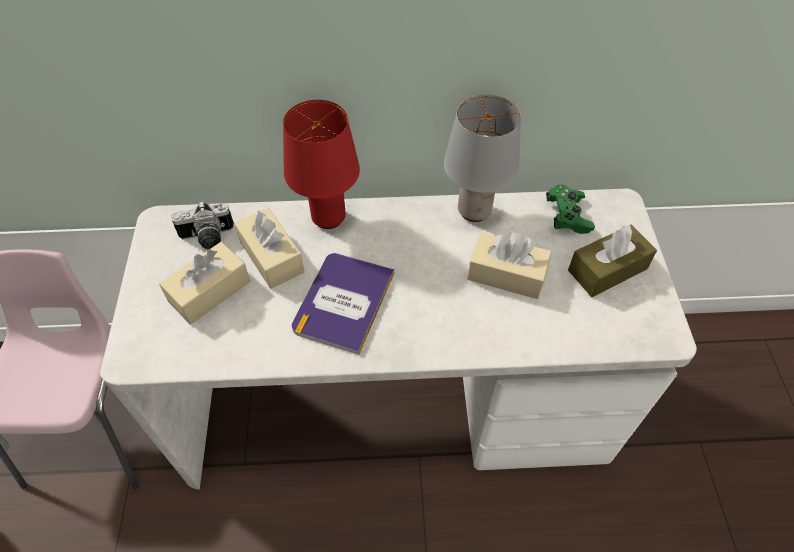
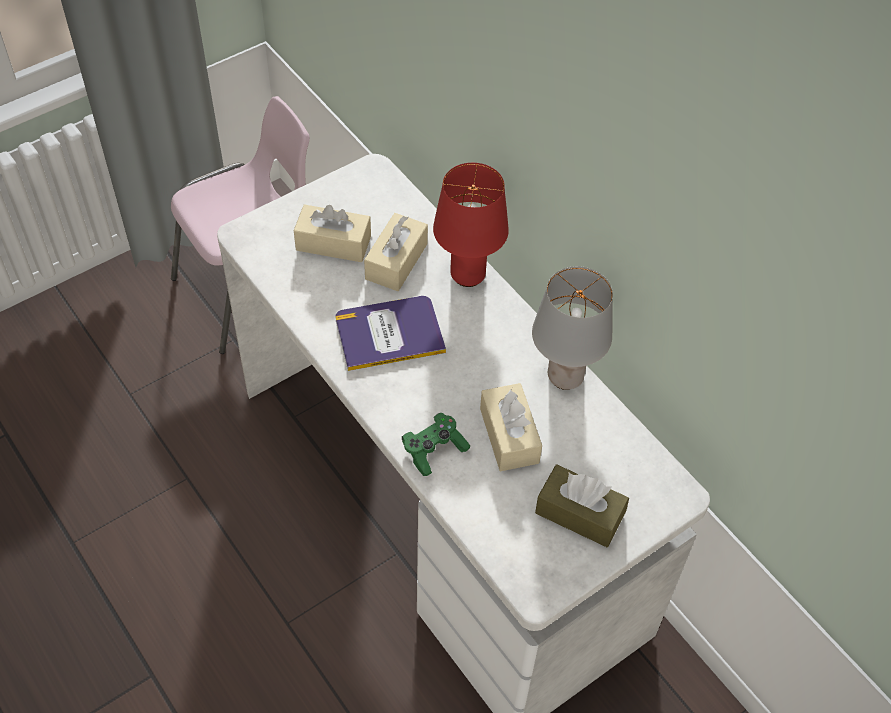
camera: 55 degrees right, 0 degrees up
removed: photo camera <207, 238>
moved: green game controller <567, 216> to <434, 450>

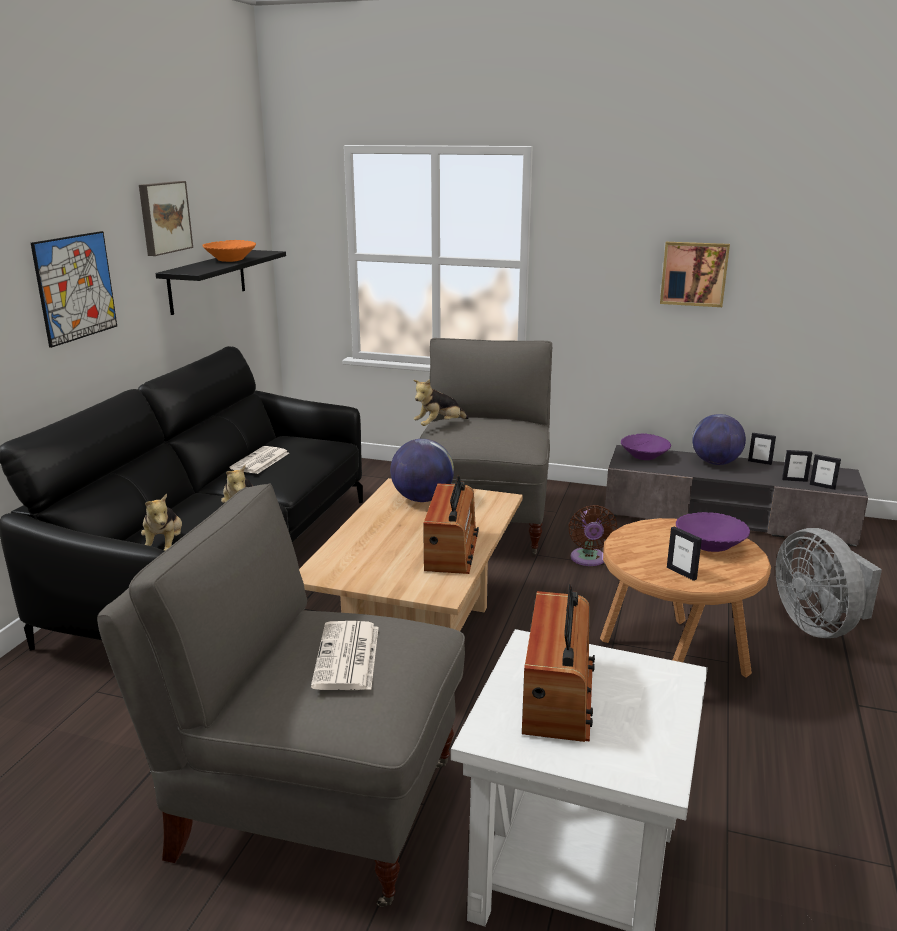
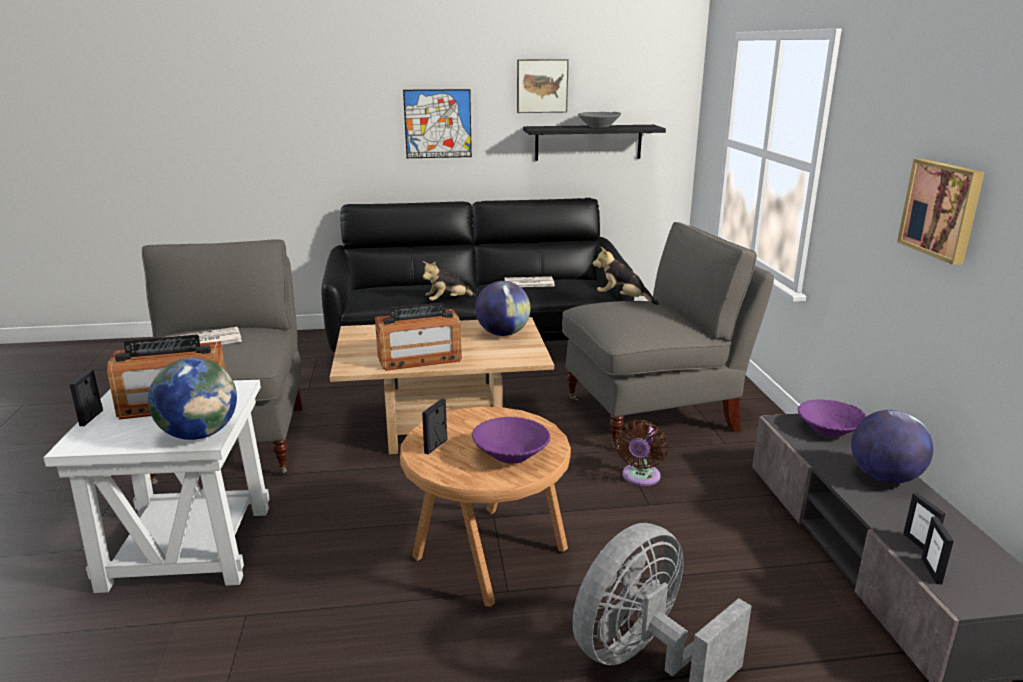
camera: 65 degrees right, 0 degrees up
removed: plush toy <164, 547>
added: globe <199, 434>
moved: picture frame <759, 462> to <91, 418>
recoloured: orange bowl <231, 260> to grey bowl <599, 127>
turned: brown fan <588, 559> = <640, 478> 45 degrees counterclockwise

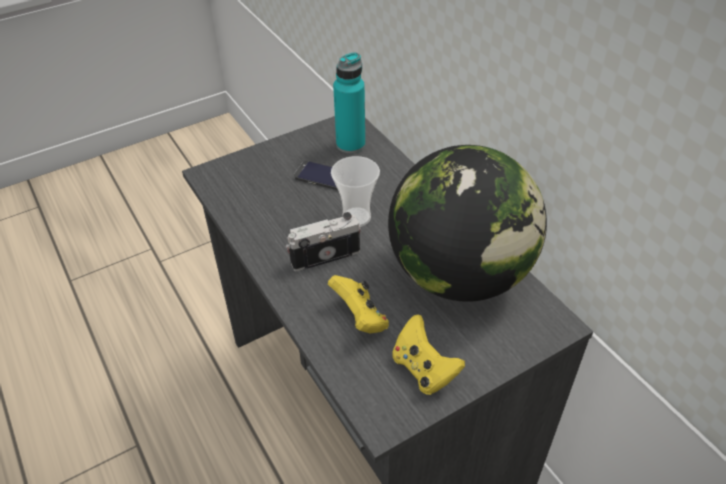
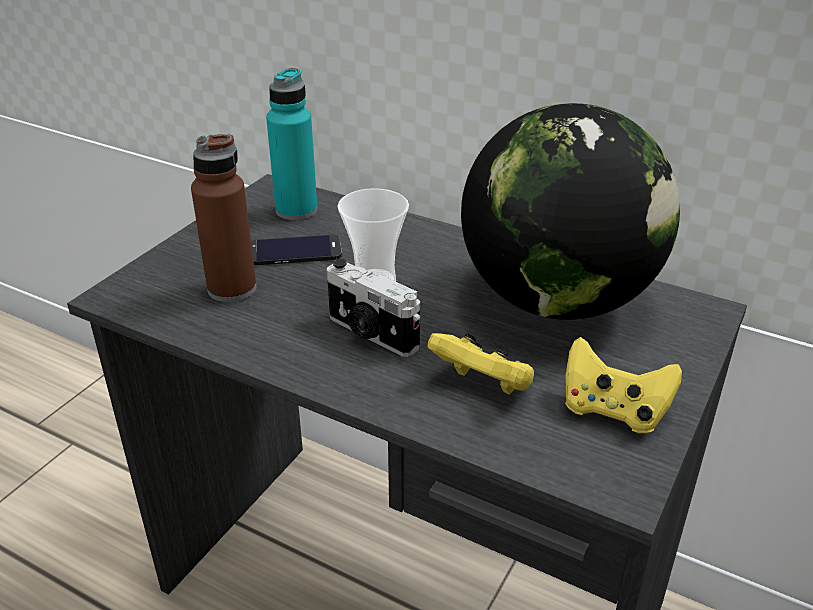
camera: 30 degrees left, 10 degrees down
added: brown bottle <232, 289>
turned: photo camera <324, 255> = <371, 334> 90 degrees counterclockwise

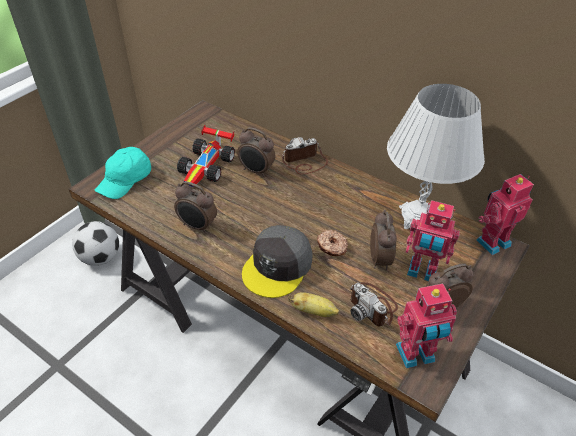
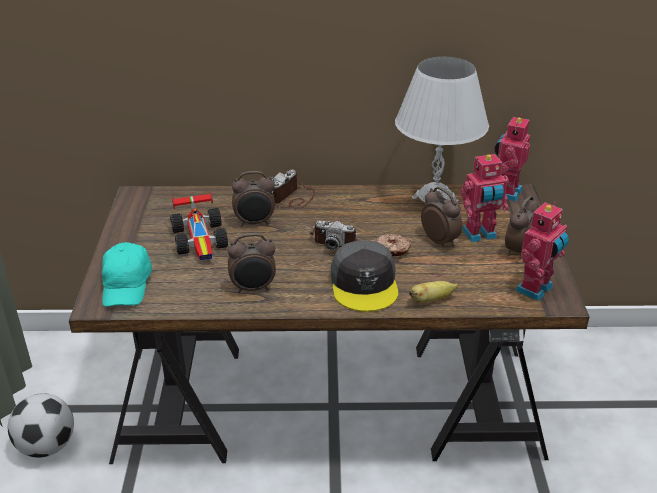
camera: 35 degrees left, 10 degrees down
moved: photo camera <372, 306> to <336, 240>

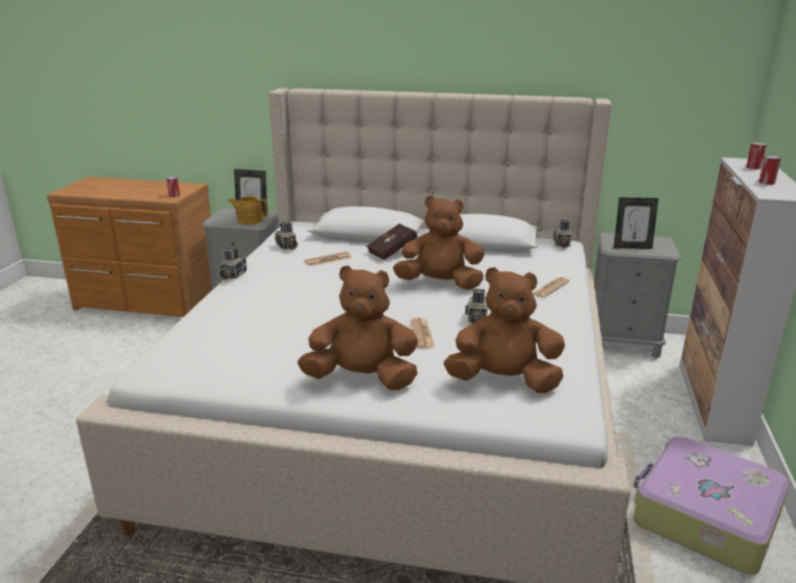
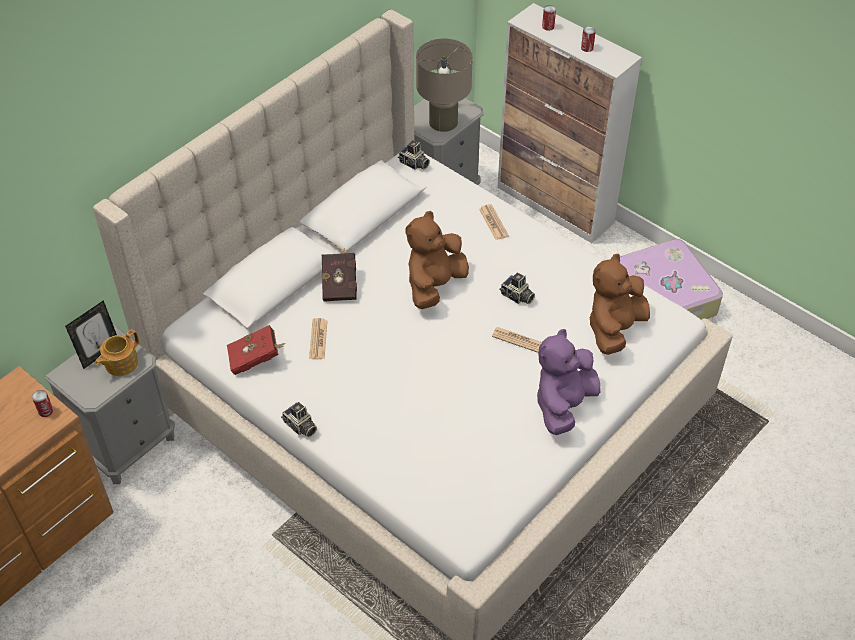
camera: 60 degrees left, 25 degrees up
replaced: photo camera <287, 247> to red book <256, 359>; picture frame <632, 247> to beige table lamp <443, 122>
recoloured: brown plush toy <362, 379> to purple plush toy <563, 405>

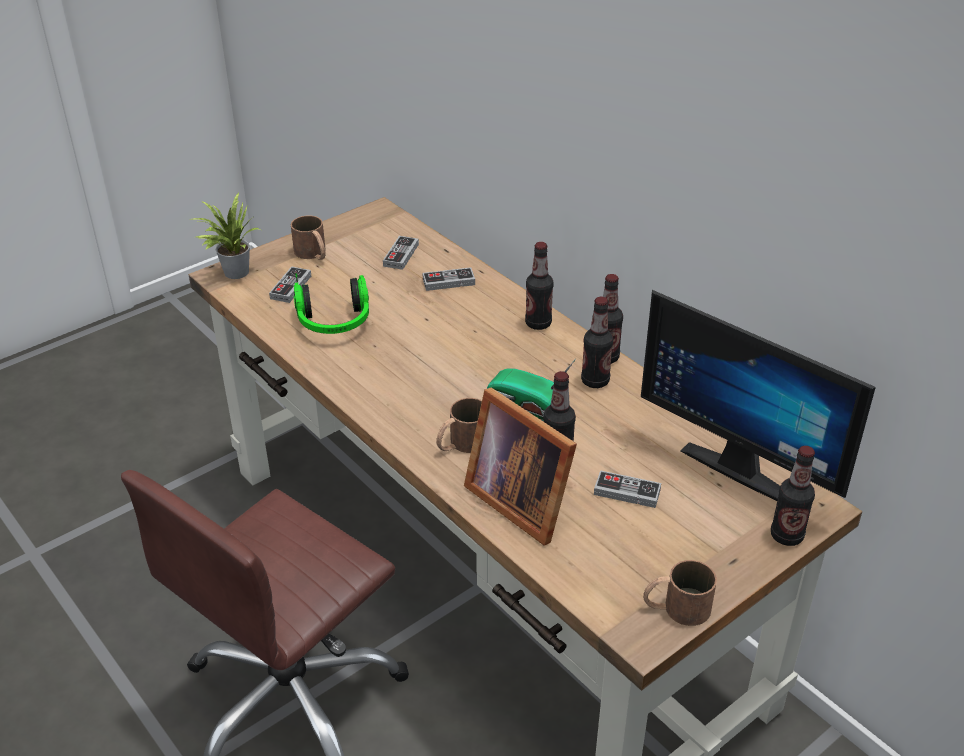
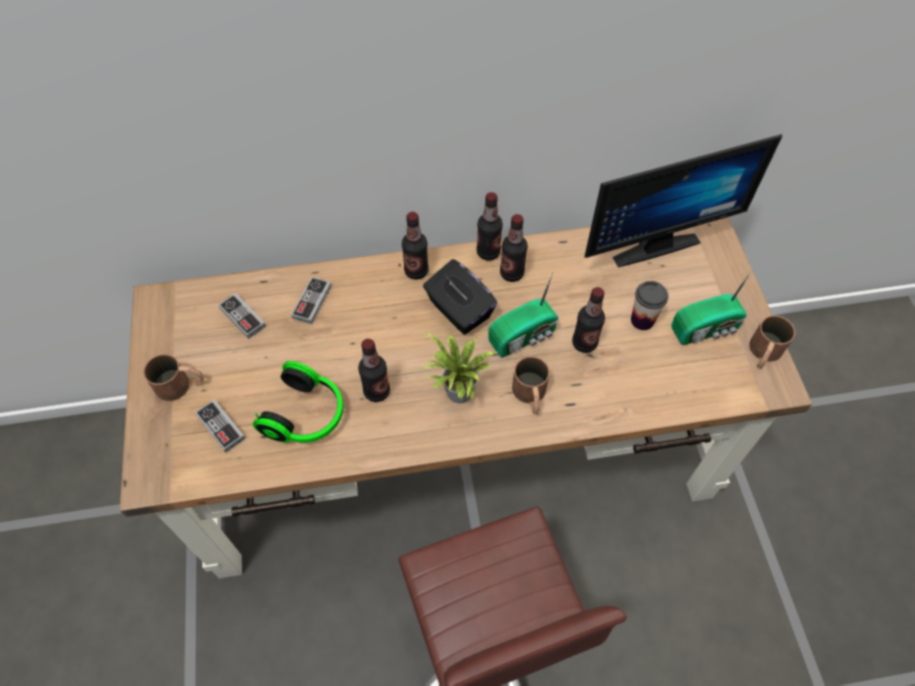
camera: 60 degrees left, 20 degrees up
removed: picture frame <520, 499>
added: black tissue box <459, 310>; radio <707, 329>
moved: bottle <786, 536> to <377, 391>; potted plant <233, 272> to <458, 394>
replaced: game controller <627, 492> to cup <642, 320>

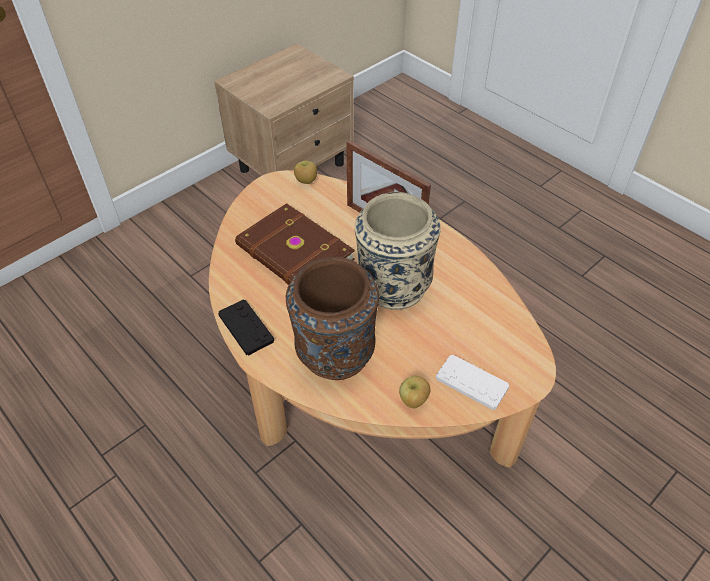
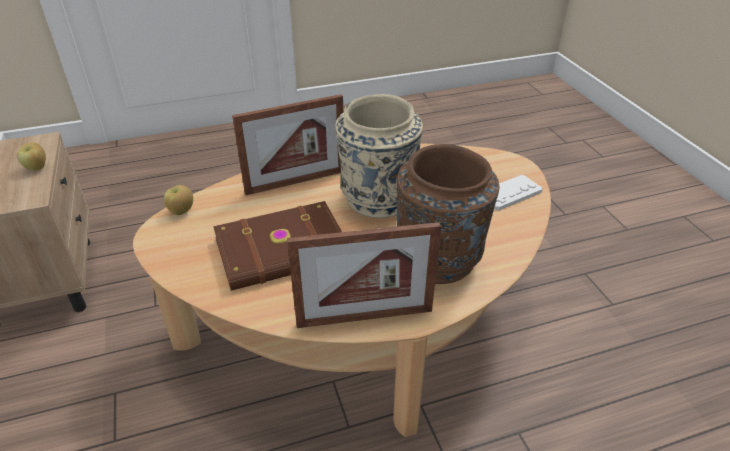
camera: 65 degrees left, 10 degrees down
moved: apple <413, 401> to <37, 168>
replaced: black game controller <246, 328> to picture frame <364, 317>

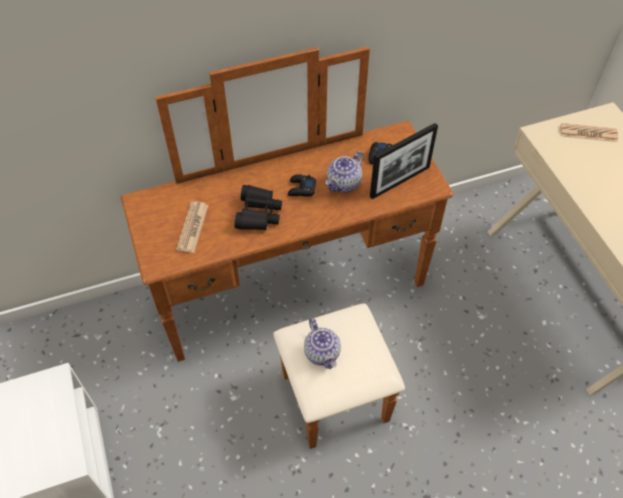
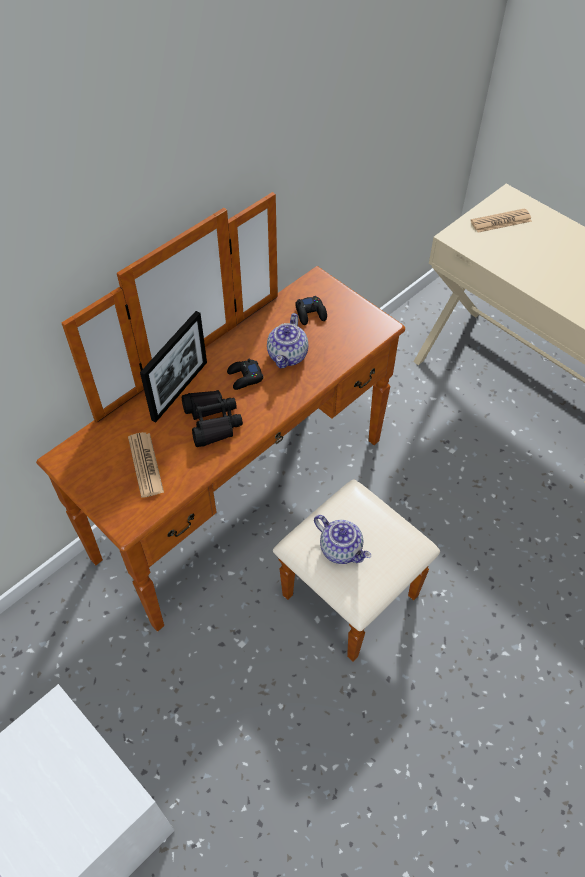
camera: 25 degrees left, 0 degrees up
moved: picture frame <400, 182> to <180, 390>

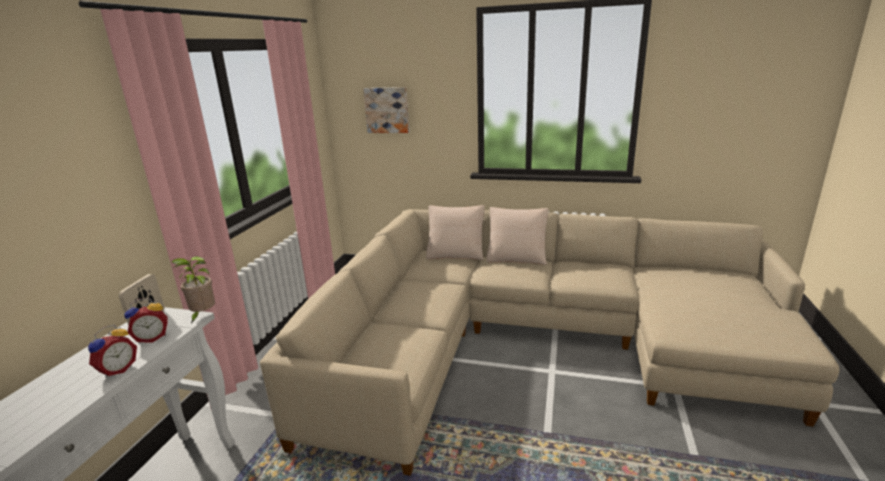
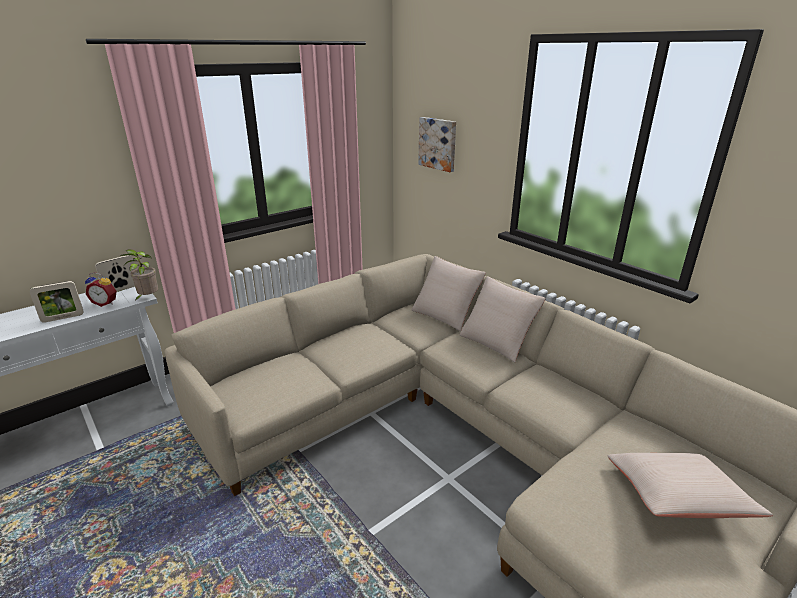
camera: 35 degrees right, 5 degrees up
added: beige pillow <676, 498>
replaced: alarm clock <117, 370> to picture frame <63, 318>

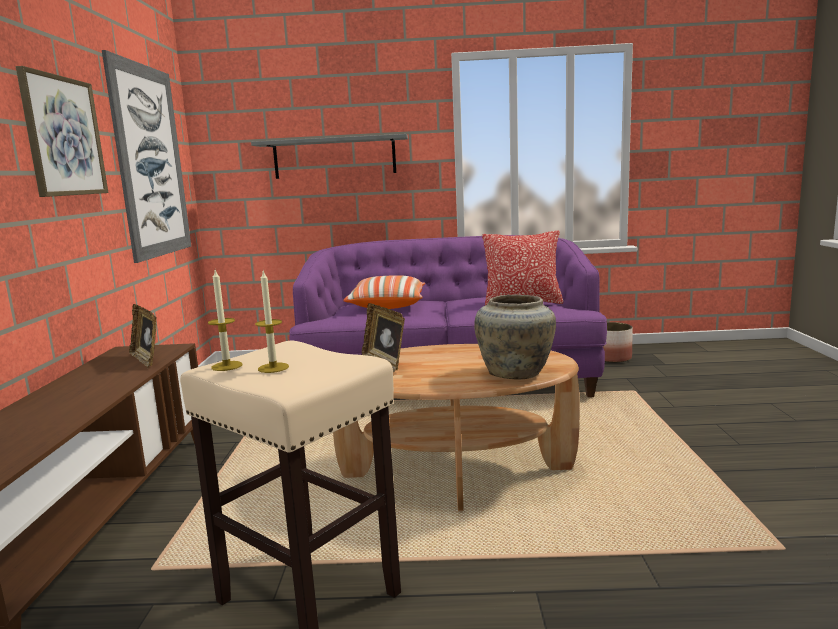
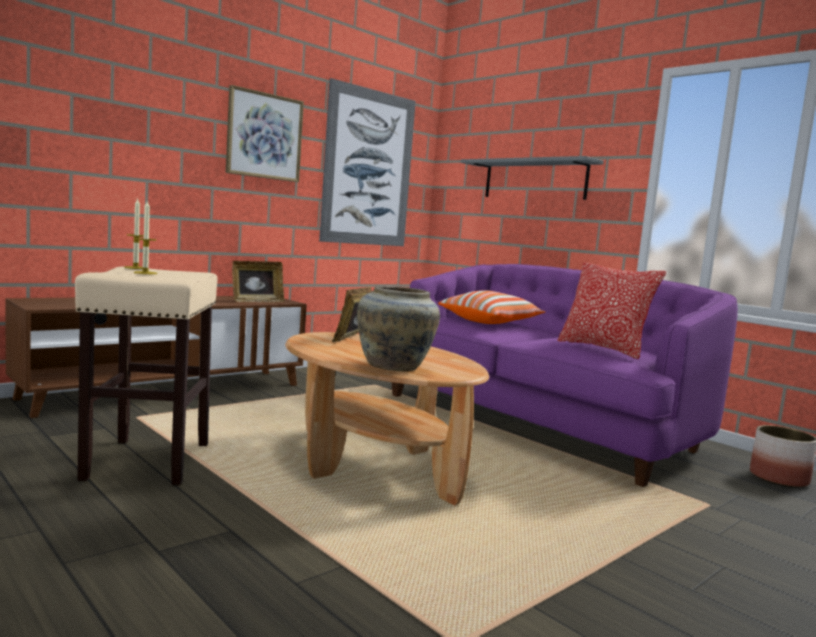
camera: 45 degrees right, 5 degrees down
turned: picture frame <146, 360> = <257, 301> 135 degrees counterclockwise

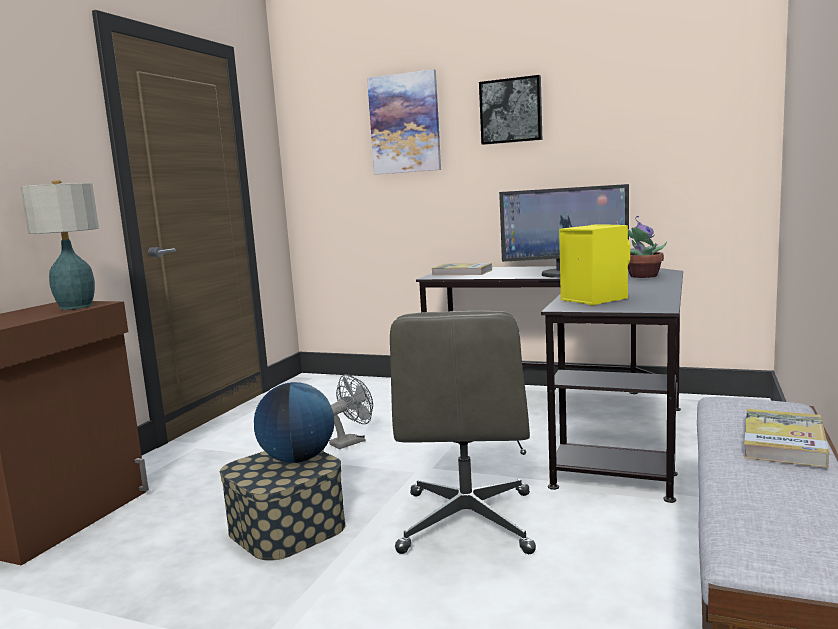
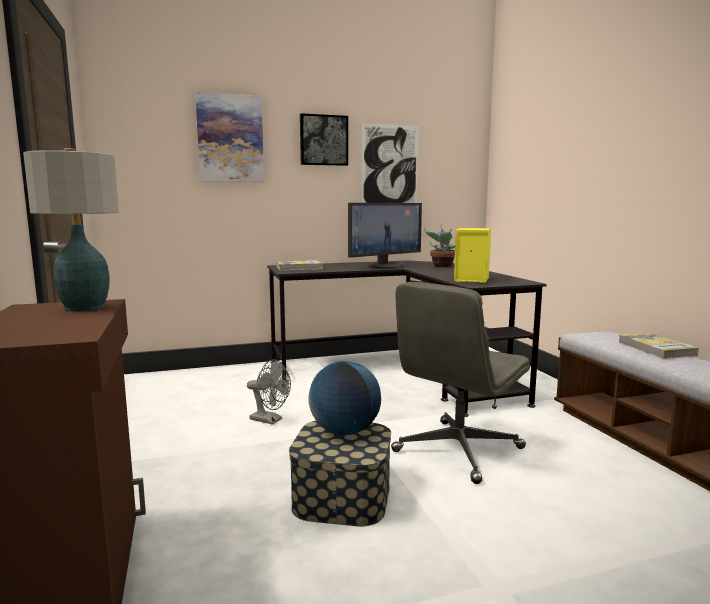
camera: 40 degrees left, 0 degrees up
added: picture <390, 166>
turned: grey fan <352, 441> = <270, 420> 105 degrees clockwise; grey office chair <467, 523> = <457, 450> 75 degrees clockwise

